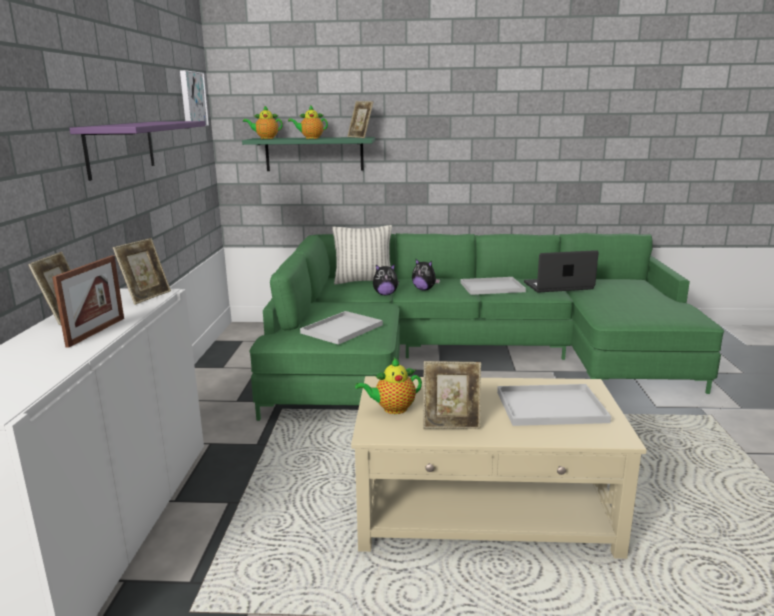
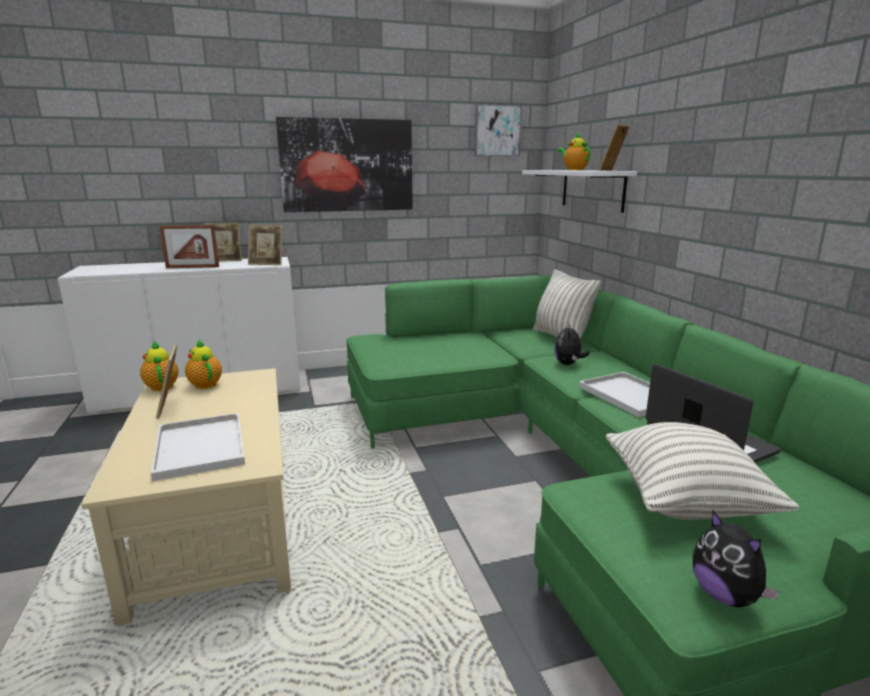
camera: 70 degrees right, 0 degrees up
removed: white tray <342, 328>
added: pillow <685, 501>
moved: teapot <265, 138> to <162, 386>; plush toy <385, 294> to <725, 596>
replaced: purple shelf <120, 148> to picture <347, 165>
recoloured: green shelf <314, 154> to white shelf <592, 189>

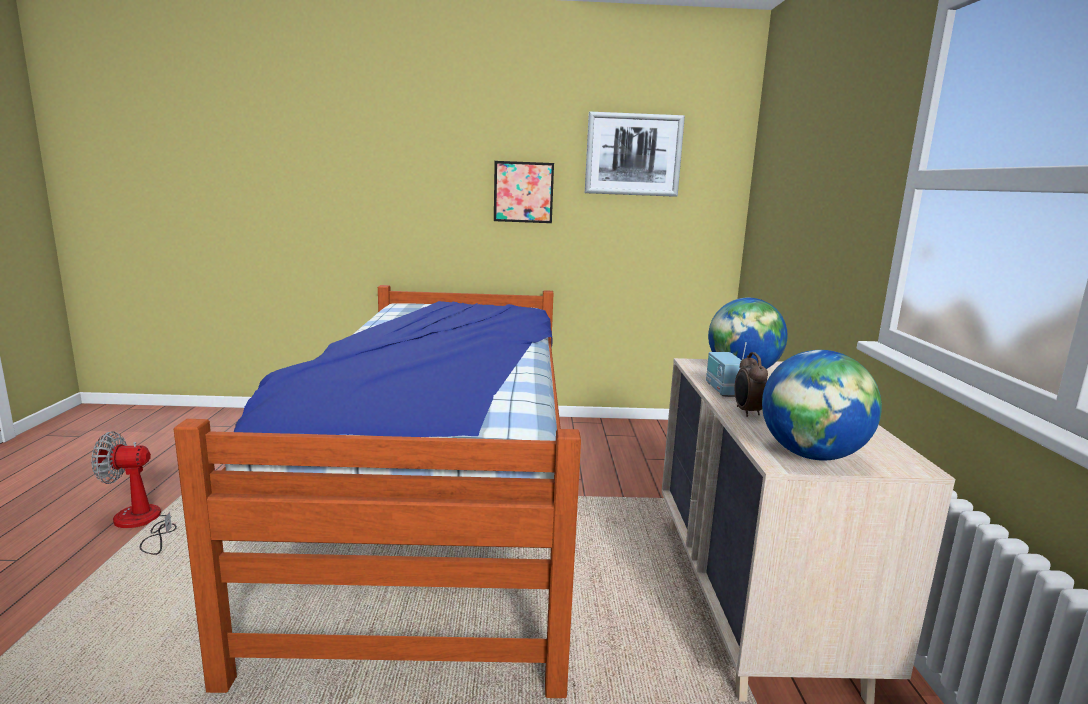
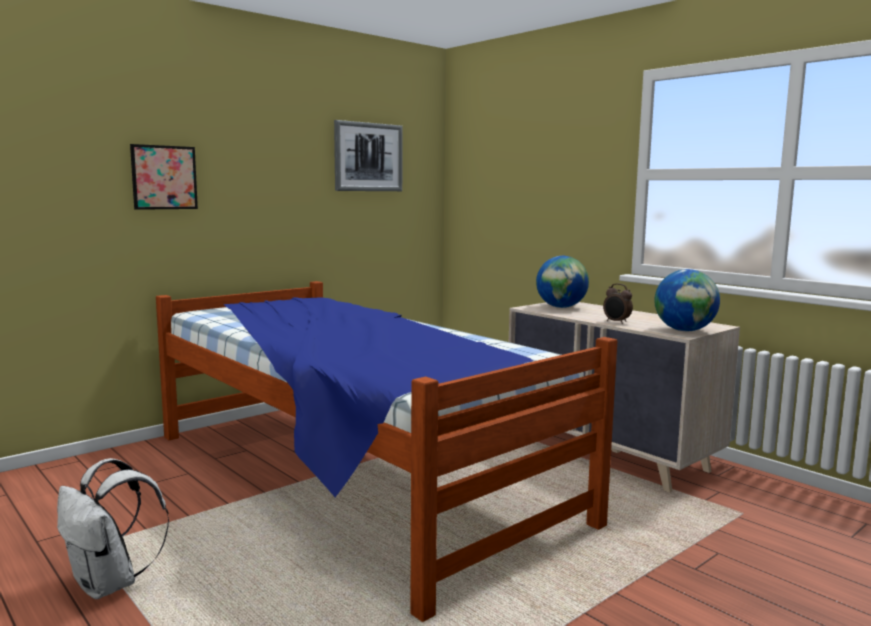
camera: 40 degrees left, 5 degrees down
removed: radio <723, 390>
moved: picture <523, 192> to <164, 177>
replaced: fan <142, 523> to white backpack <110, 584>

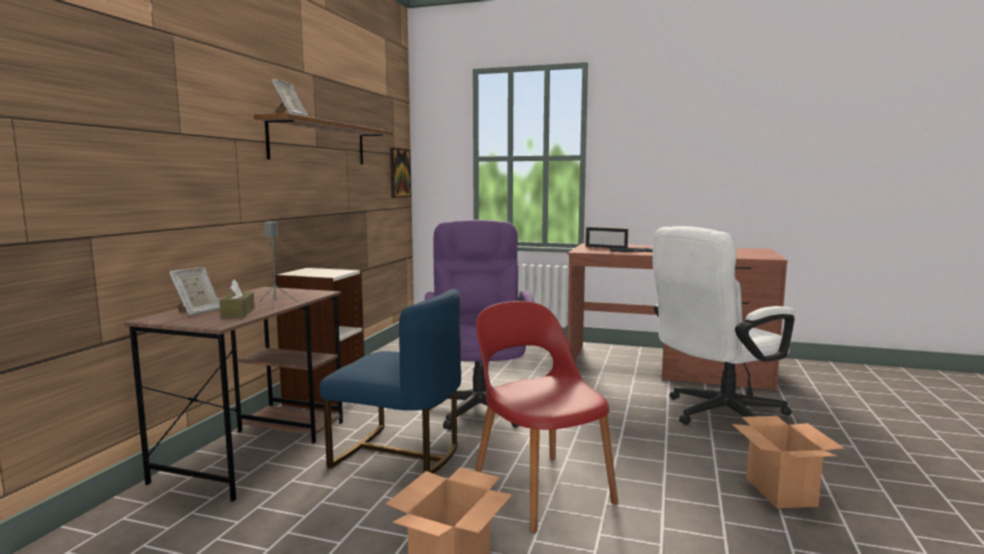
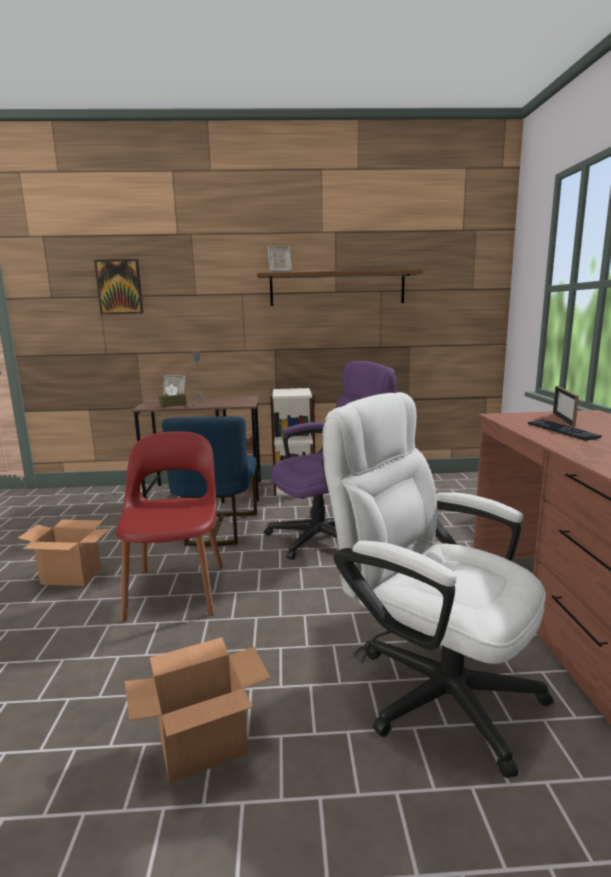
camera: 70 degrees right, 5 degrees up
moved: picture <399, 173> to <119, 287>
turned: red chair <541, 488> = <177, 589> 45 degrees counterclockwise

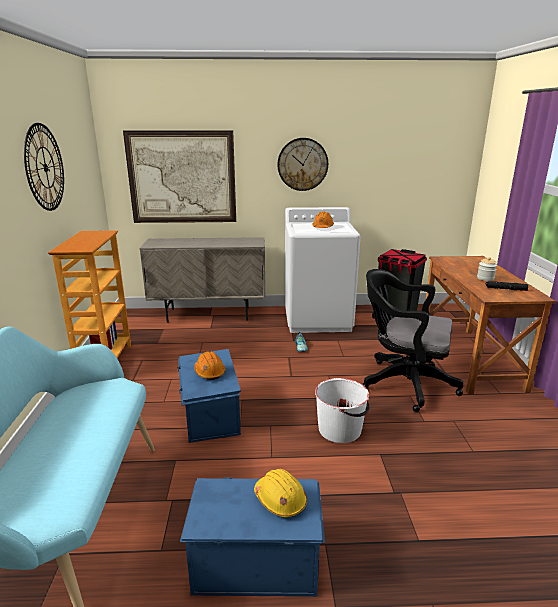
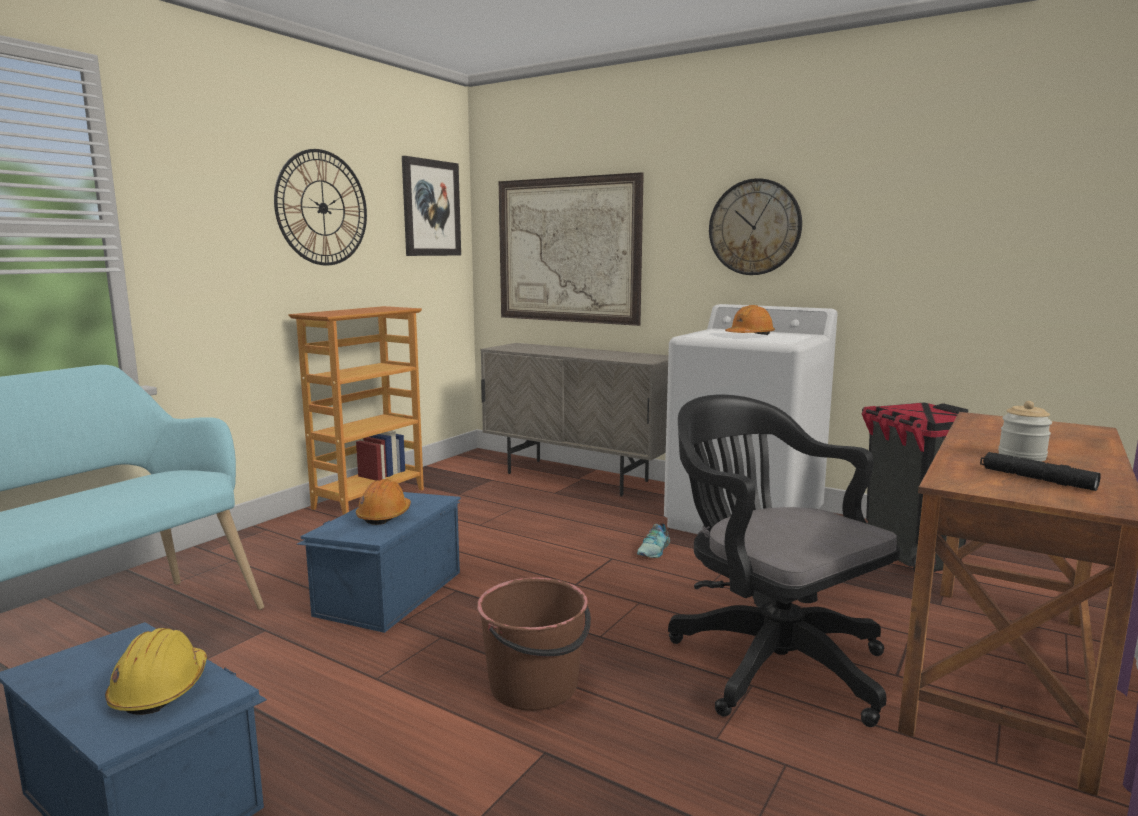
camera: 35 degrees right, 10 degrees down
added: picture <431, 208>
recoloured: white bucket <340, 430> to brown bucket <535, 686>

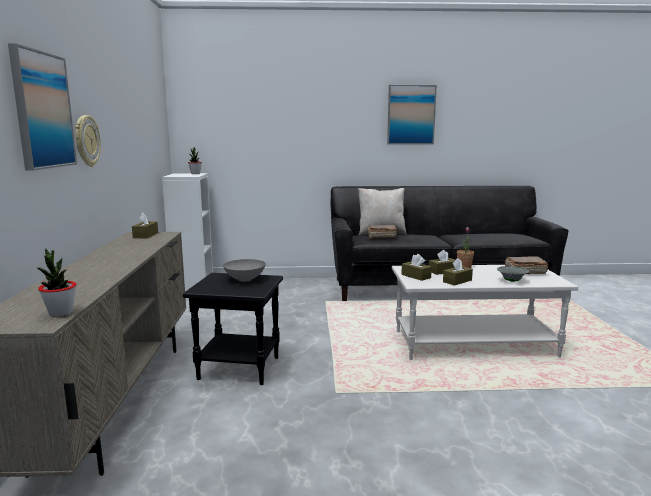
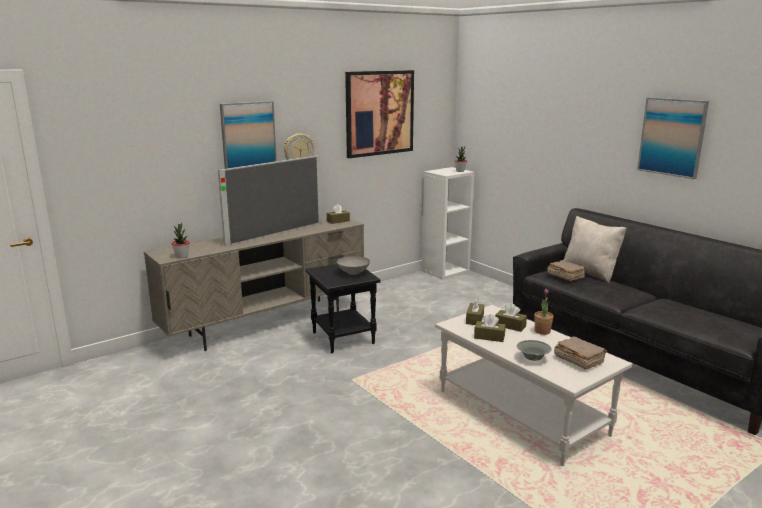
camera: 55 degrees right, 5 degrees up
added: television <276, 233>; picture <379, 113>

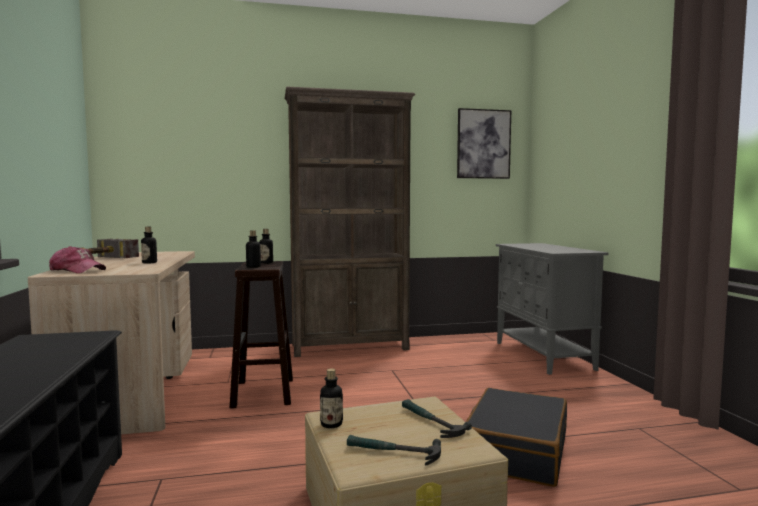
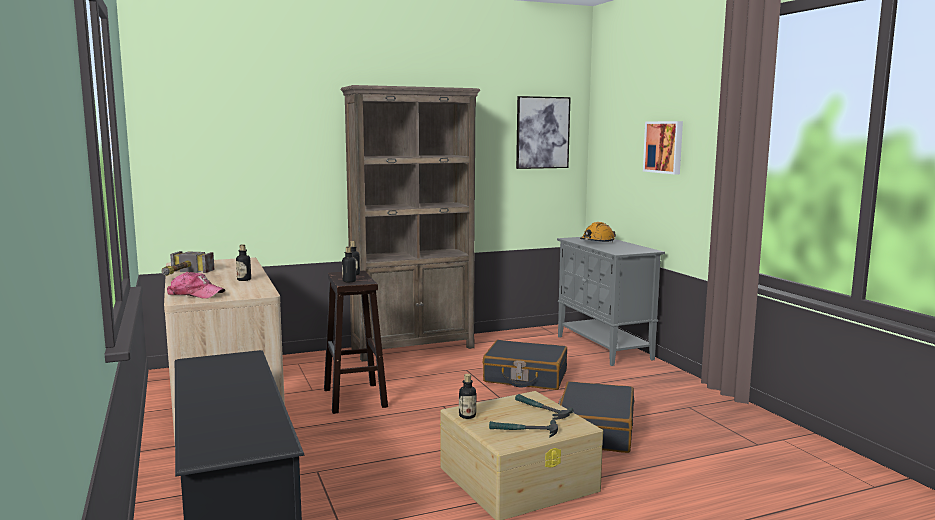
camera: 10 degrees left, 5 degrees up
added: black suitcase <525, 377>; orange hard hat <597, 242>; picture <664, 147>

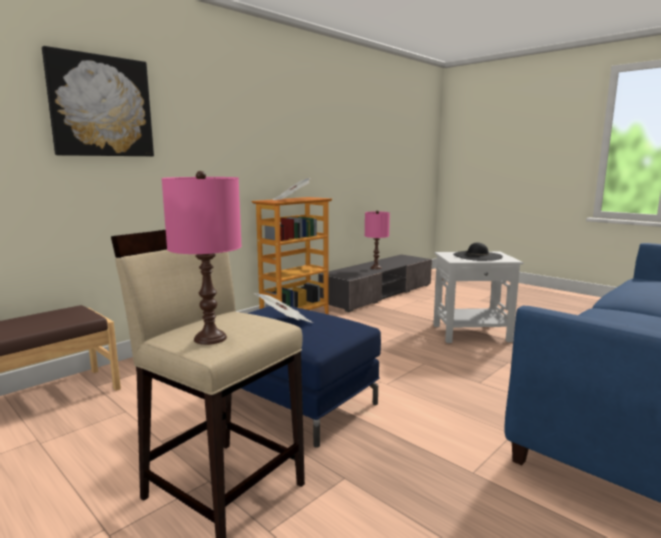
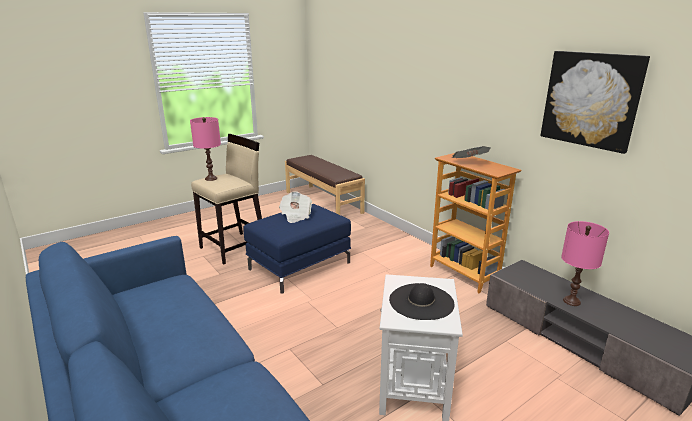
camera: 100 degrees right, 10 degrees up
moved: picture <101, 106> to <591, 100>

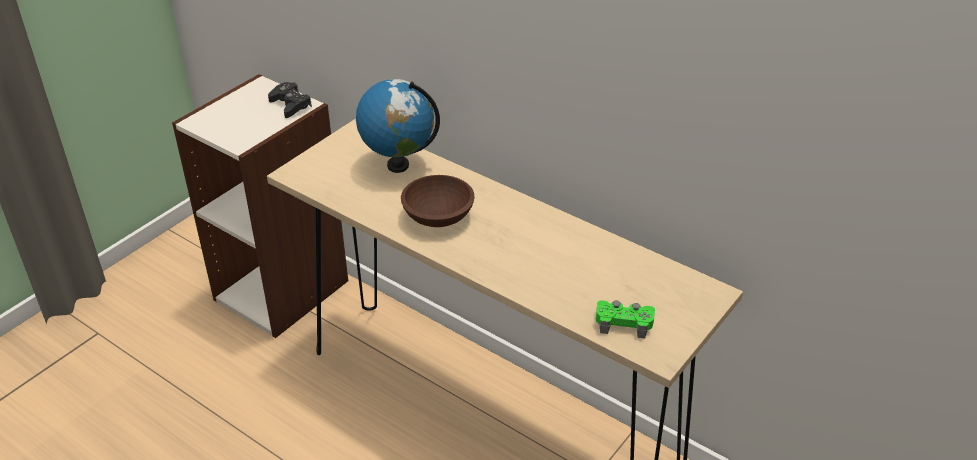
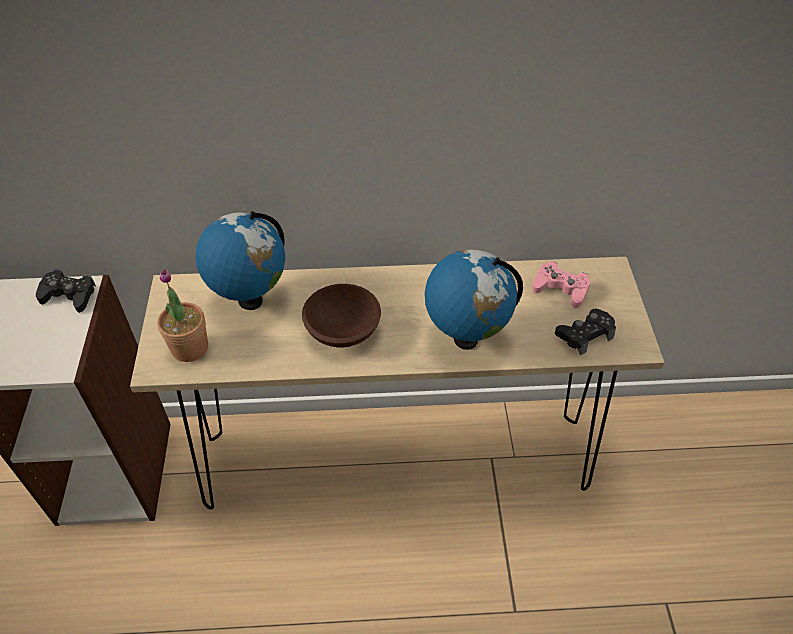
camera: 40 degrees left, 10 degrees up
added: potted plant <190, 348>; globe <465, 338>; pink game controller <560, 289>
recoloured: green game controller <624, 322> to black game controller <585, 335>

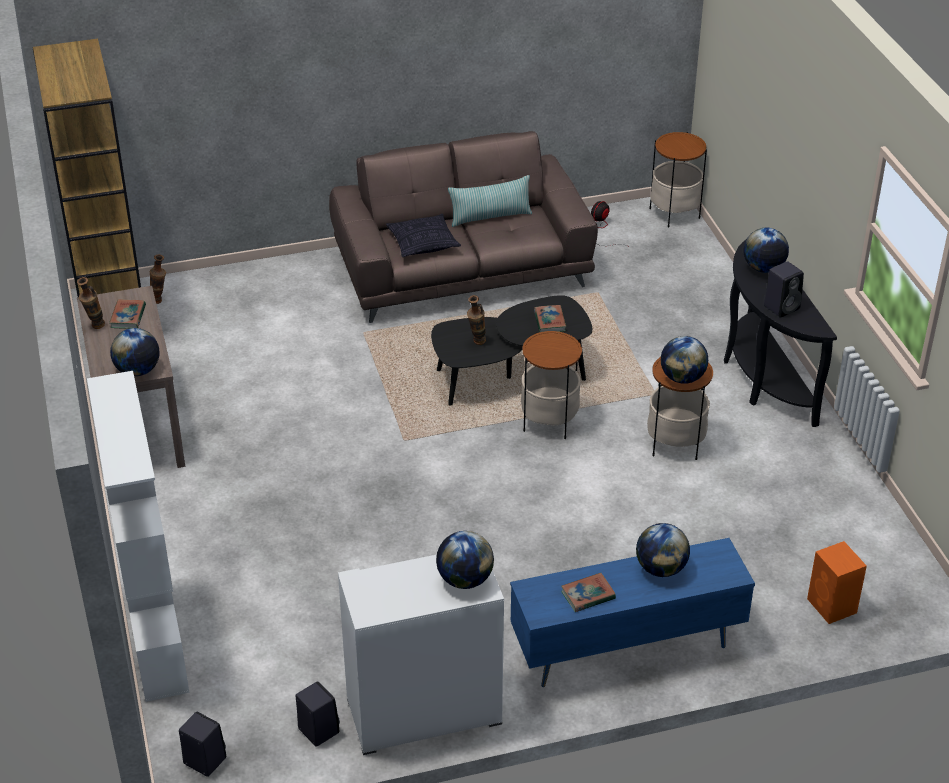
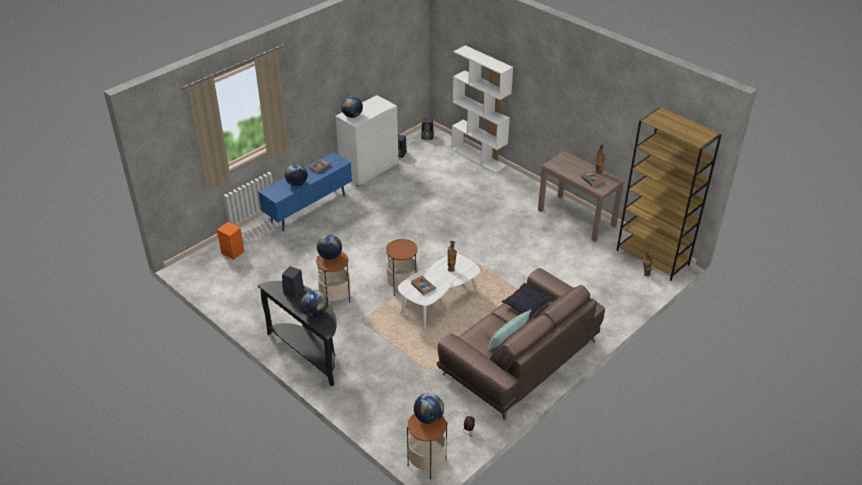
camera: 150 degrees right, 0 degrees up
moved: globe <138, 371> to <428, 418>
recoloured: black coffee table <510, 376> to white coffee table <439, 302>

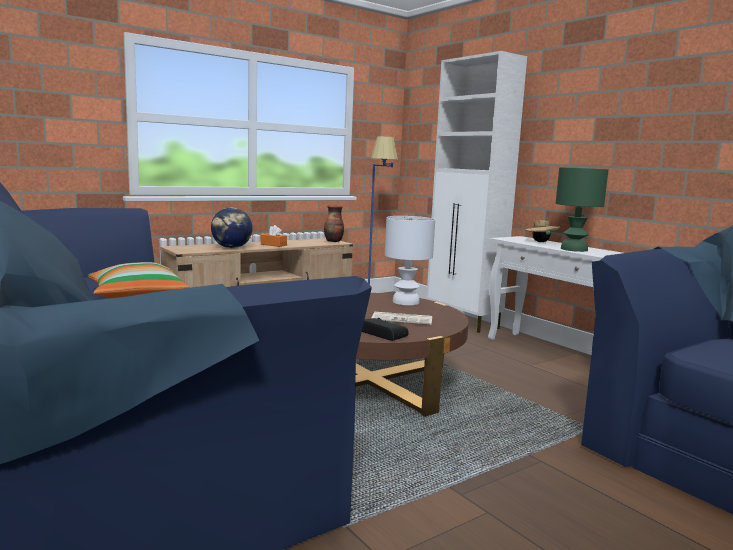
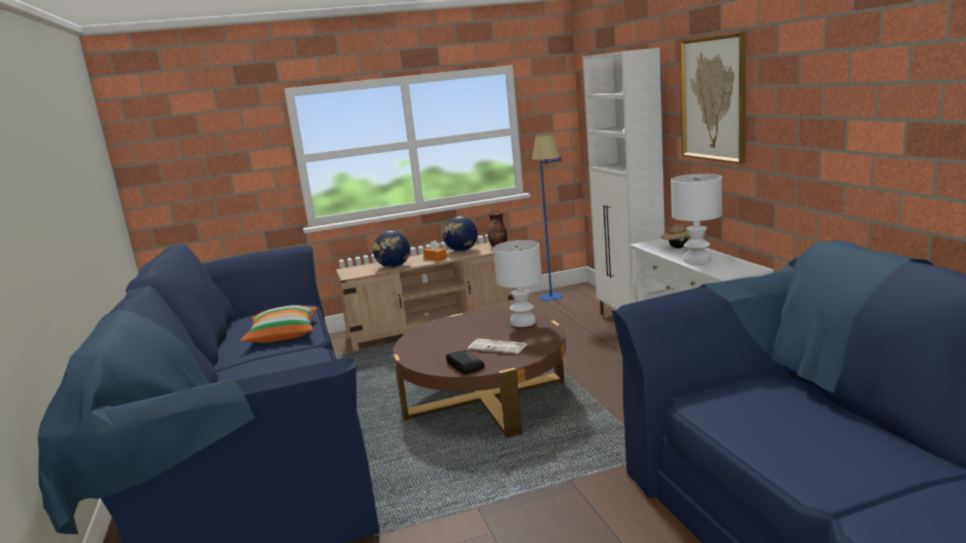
camera: 20 degrees right, 5 degrees up
added: globe <461, 250>; picture <713, 99>
recoloured: green table lamp <574, 249> to white table lamp <697, 260>

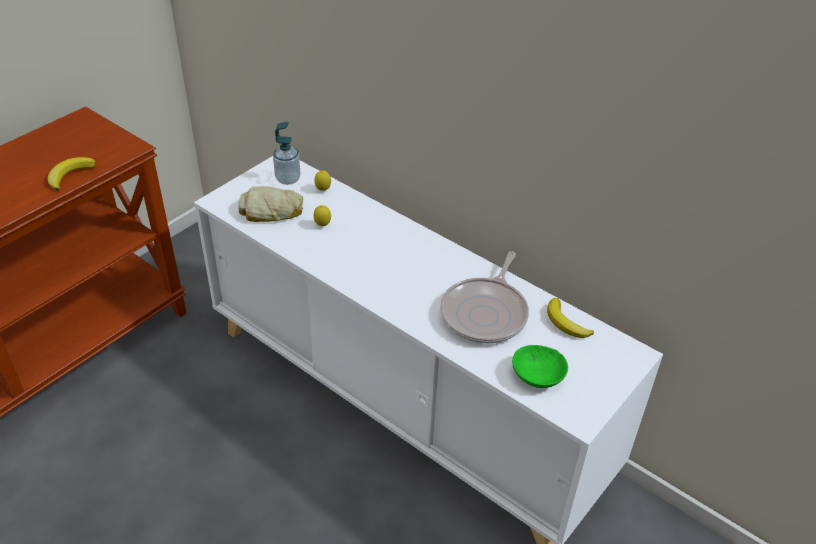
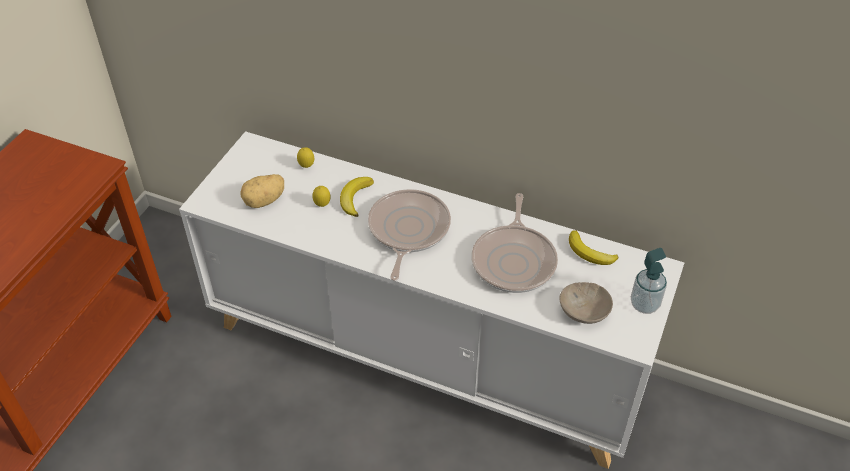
camera: 15 degrees left, 5 degrees up
added: frying pan <407, 231>
moved: banana <70, 175> to <355, 198>; soap dispenser <288, 179> to <644, 304>
replaced: bread <272, 211> to potato <265, 201>
recoloured: green bowl <536, 376> to beige bowl <583, 312>

